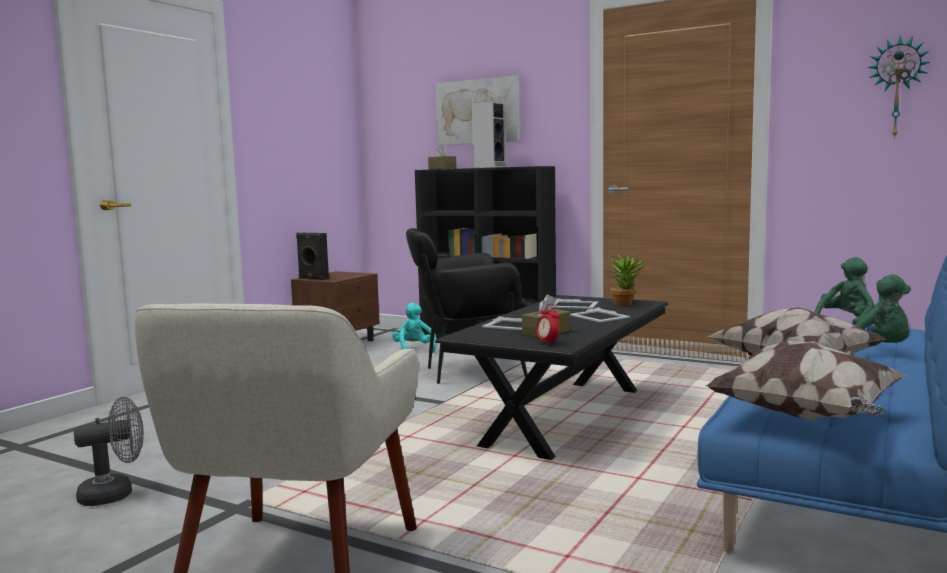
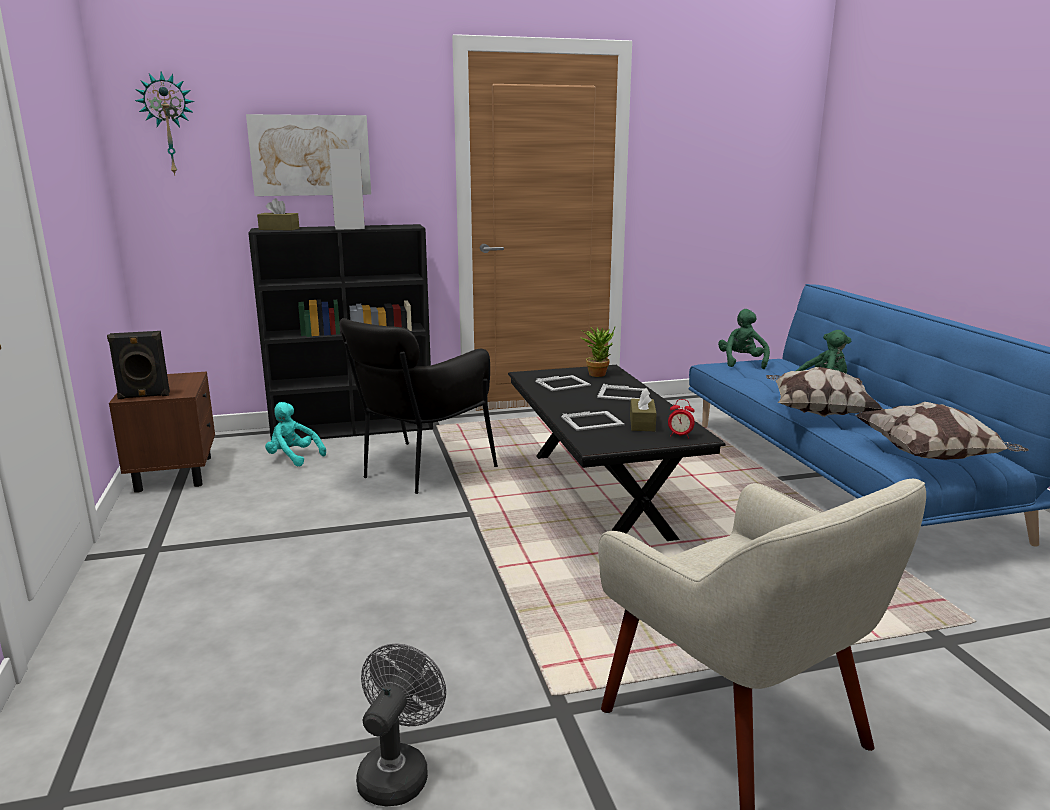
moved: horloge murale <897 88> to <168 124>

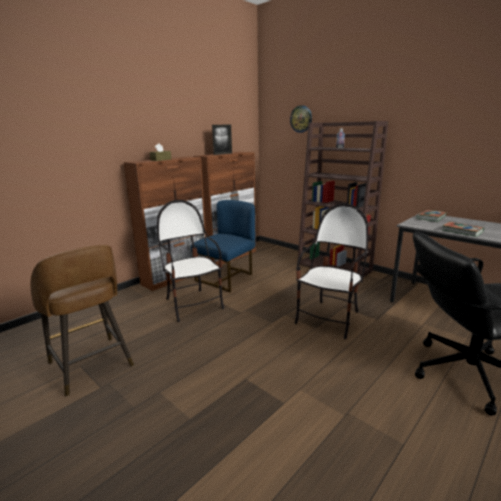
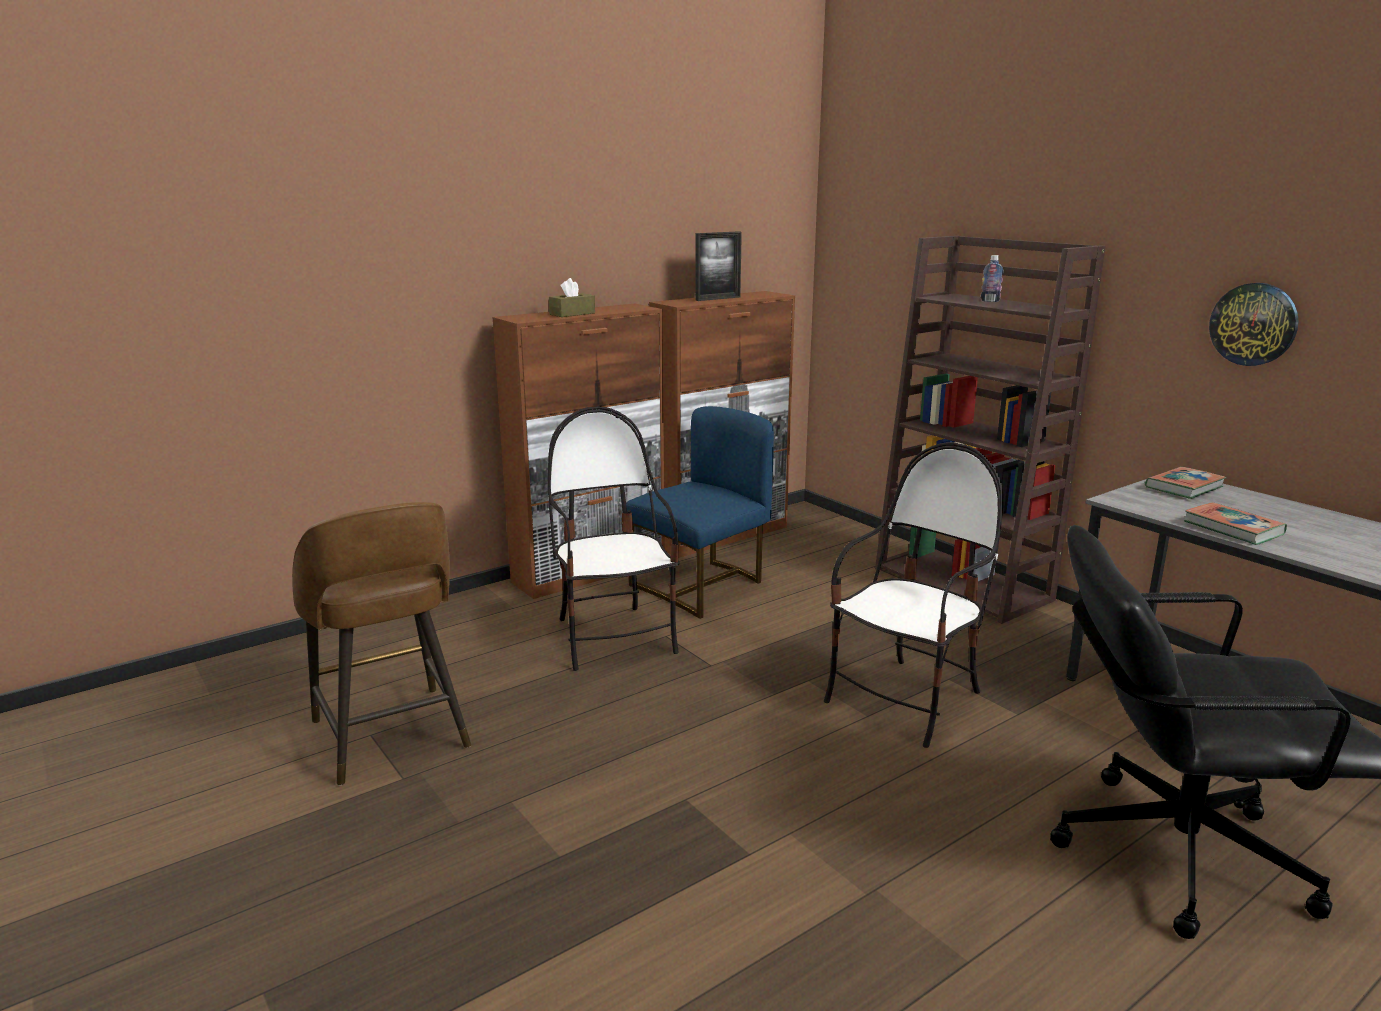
moved: horloge murale <301 119> to <1253 324>

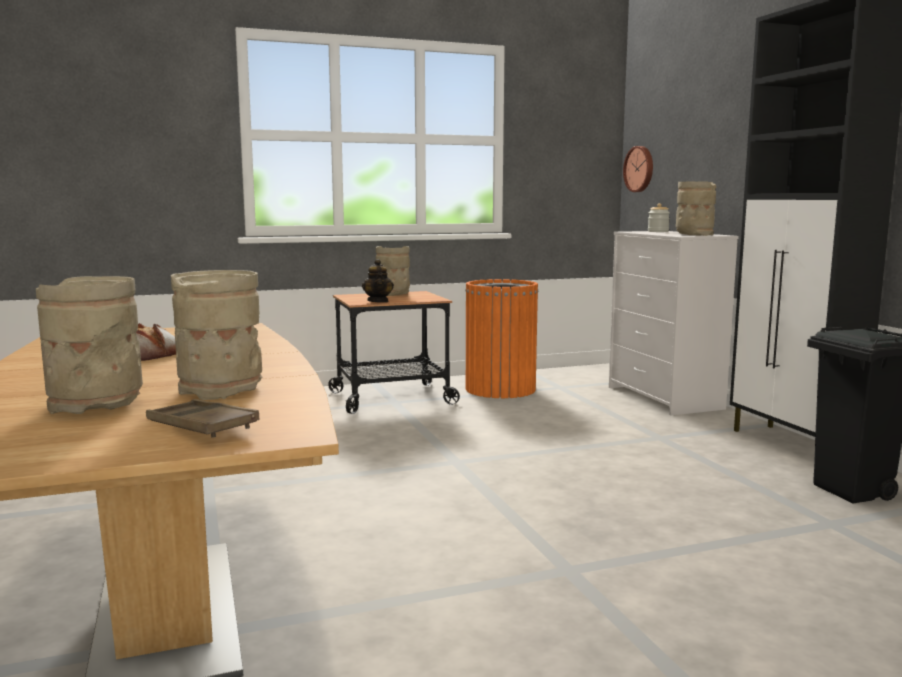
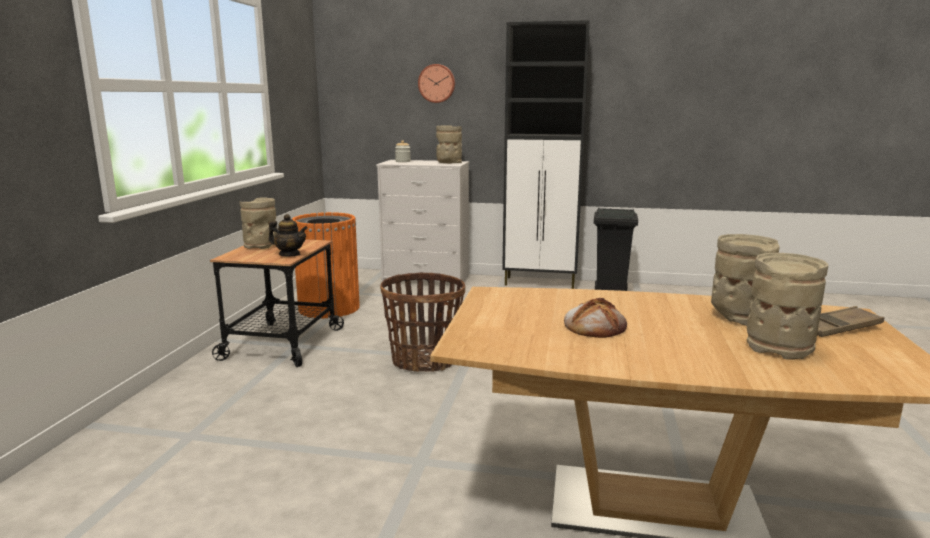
added: panier <424 361>
moved: horloge murale <640 169> to <437 83>

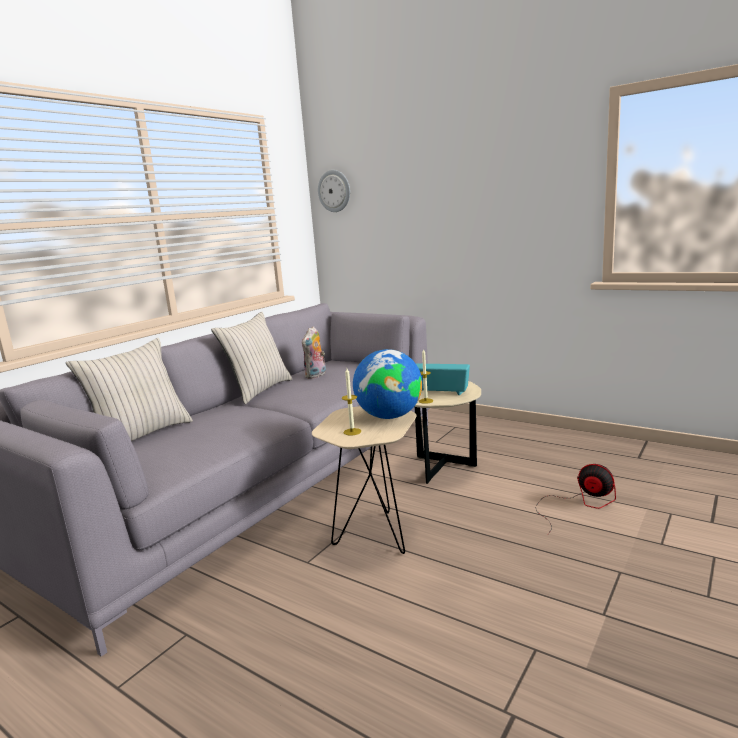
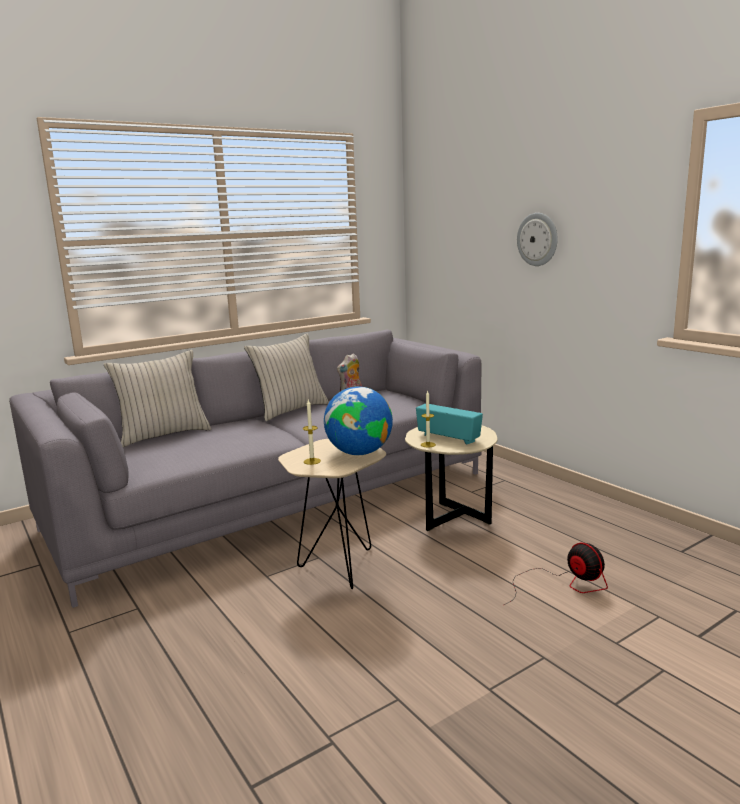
moved: horloge murale <334 191> to <538 239>

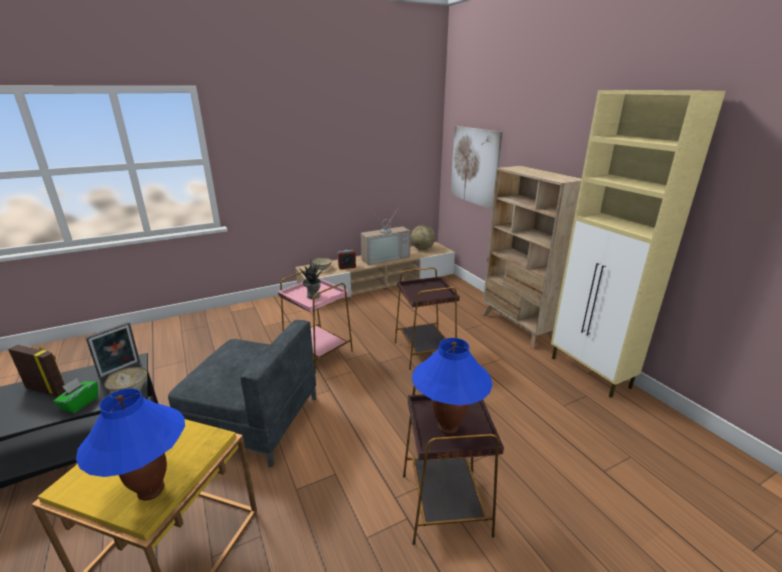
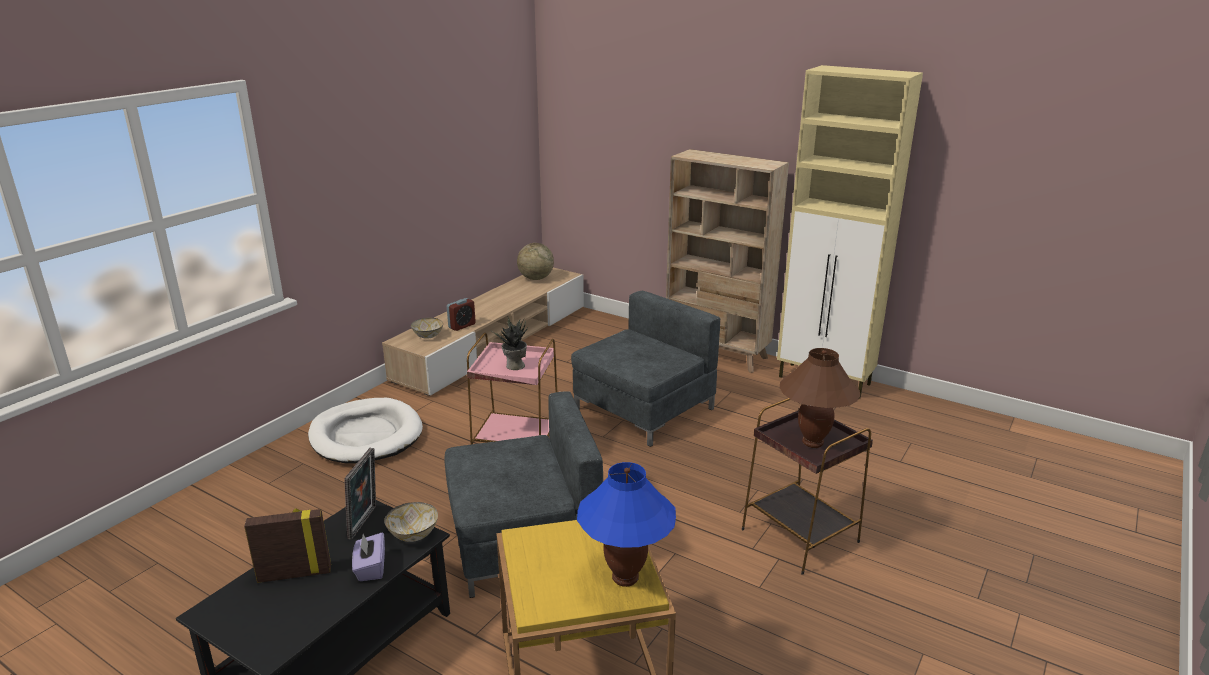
removed: téléviseur <384 257>; tableau <474 166>
added: panier pour chien (blanc) <366 435>
replaced: table d'appoint (marron) <424 352> to fauteuil (gris) <642 409>
recoloured: boîte à mouchoirs (vert) <80 403> to boîte à mouchoirs (violet) <370 568>; lampe de table (bleu) <448 428> to lampe de table (marron) <813 443>

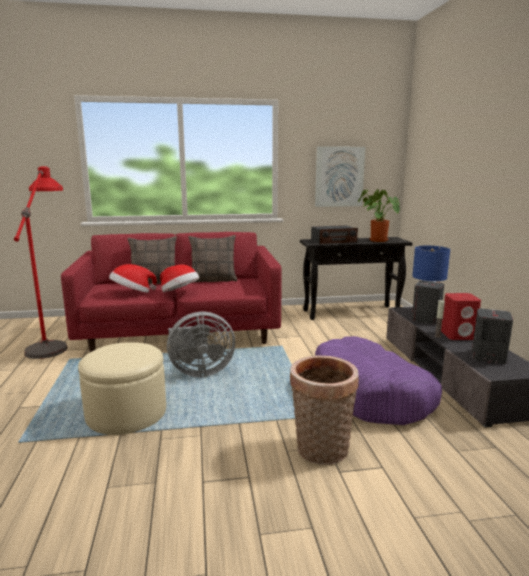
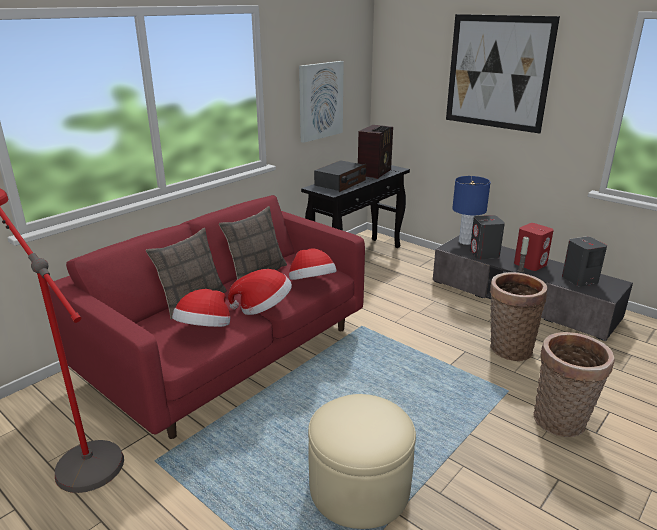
removed: ventilateur (gris) <199 372>
added: chapeau <312 284>; tableau <497 72>
replaced: panier pour chien (violet) <371 395> to panier <508 348>; plante en pot <376 240> to radio <375 173>

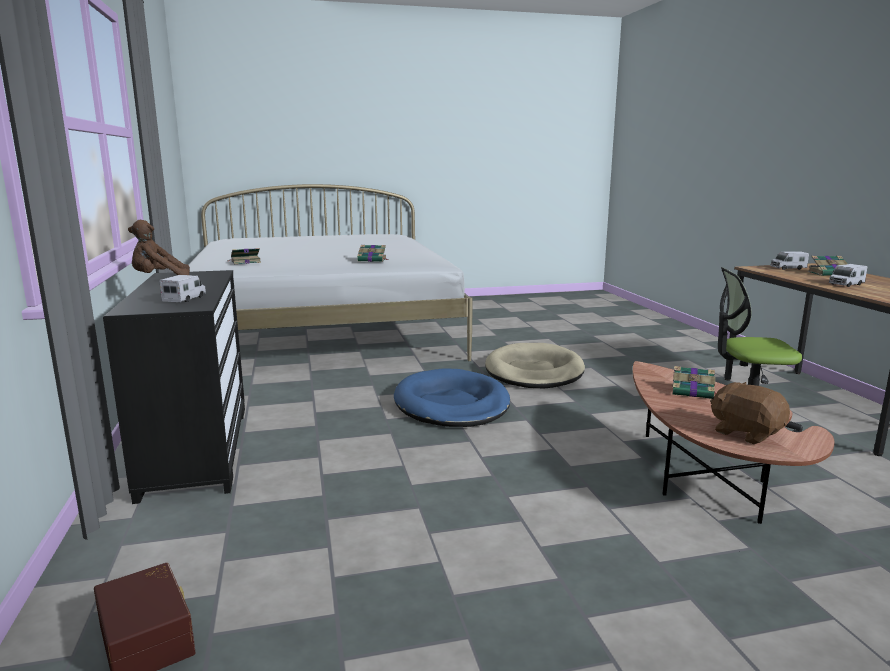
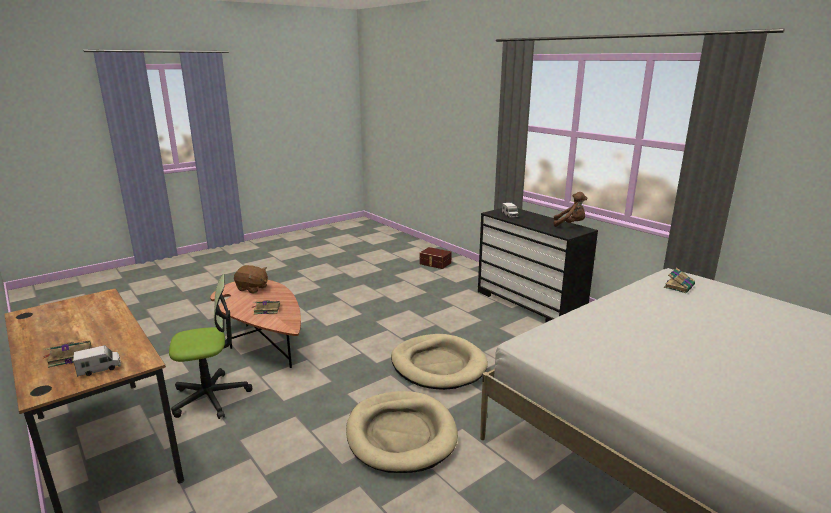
removed: livre <372 260>; camion jouet <846 284>
recoloured: panier pour chien (bleu) <451 404> to panier pour chien (beige) <438 365>
turned: peluche (marron) <159 279> = <570 224> 60 degrees clockwise

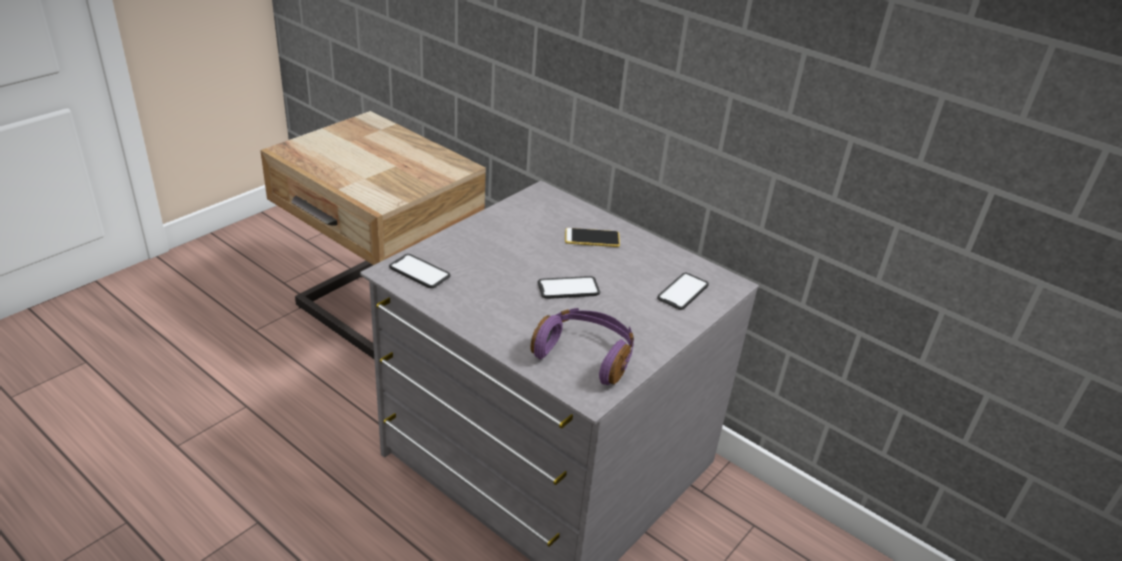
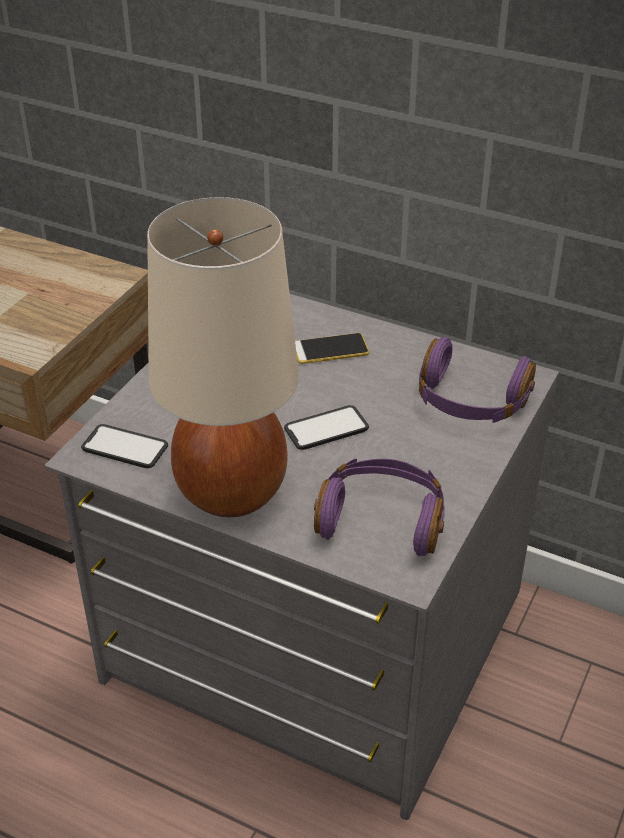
added: lampe de table (beige) <231 490>
replaced: téléphone <683 292> to casque audio (violet) <470 402>

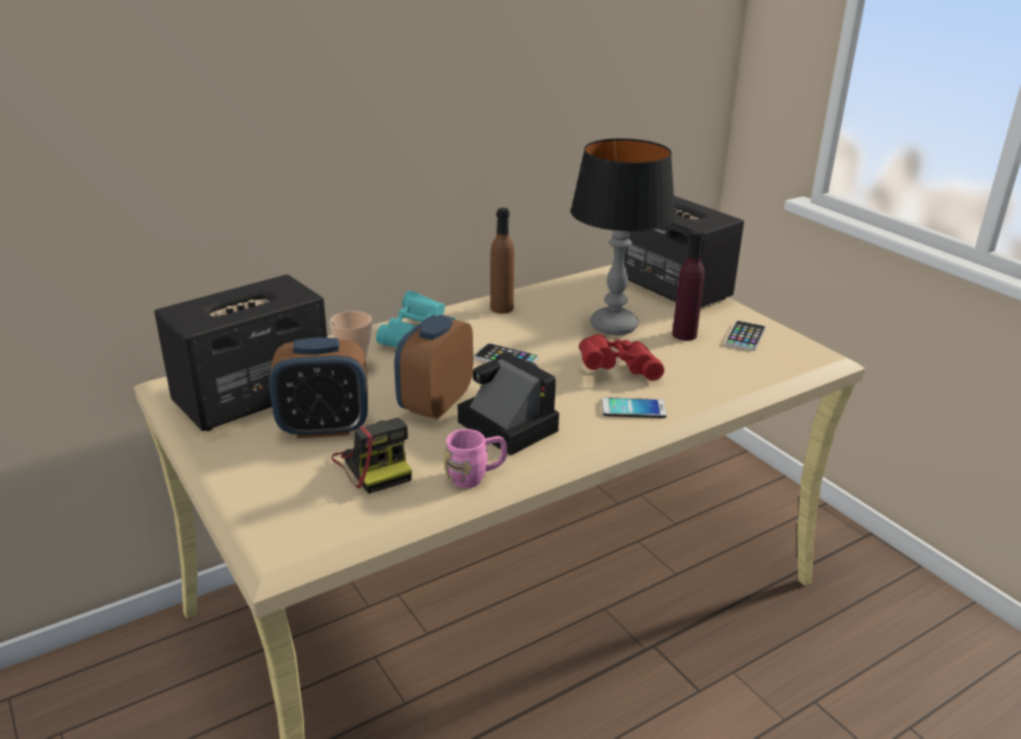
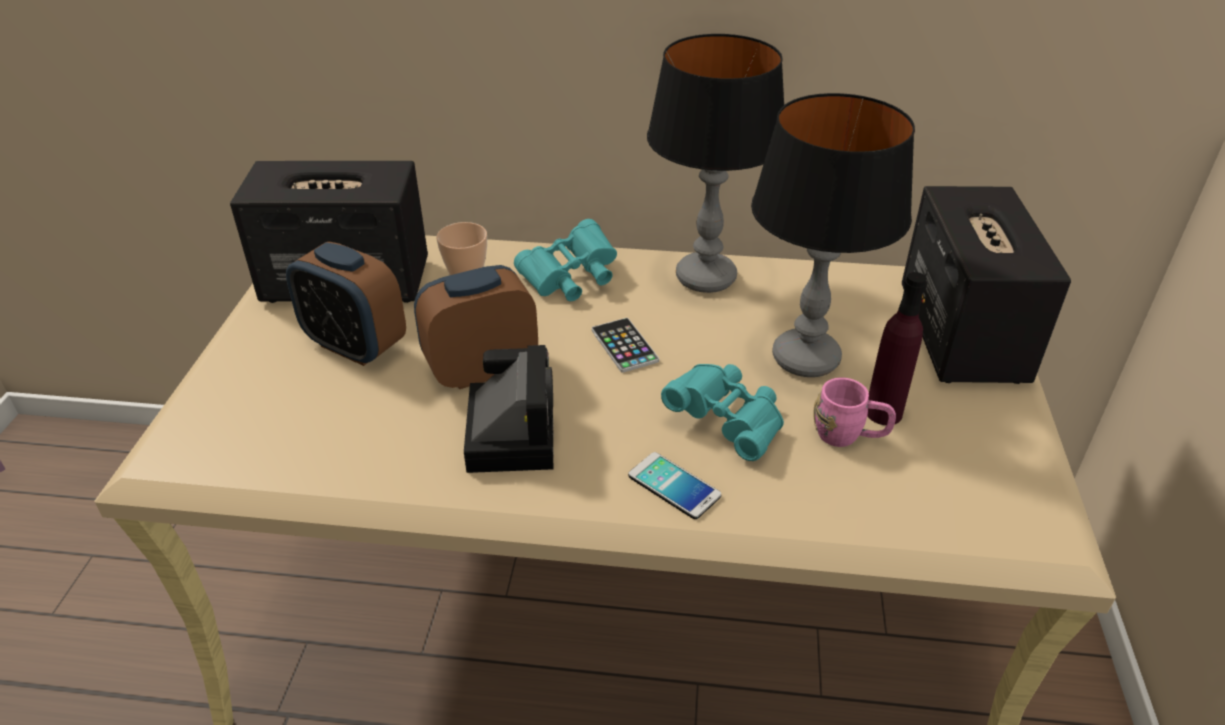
removed: appareil photo <374 465>; téléphone <745 336>
moved: mug (rose) <475 476> to <849 436>
replaced: bouteille (marron) <501 308> to lampe de table <705 277>
recoloured: jumelles (rouge) <617 370> to jumelles (turquoise) <727 422>

